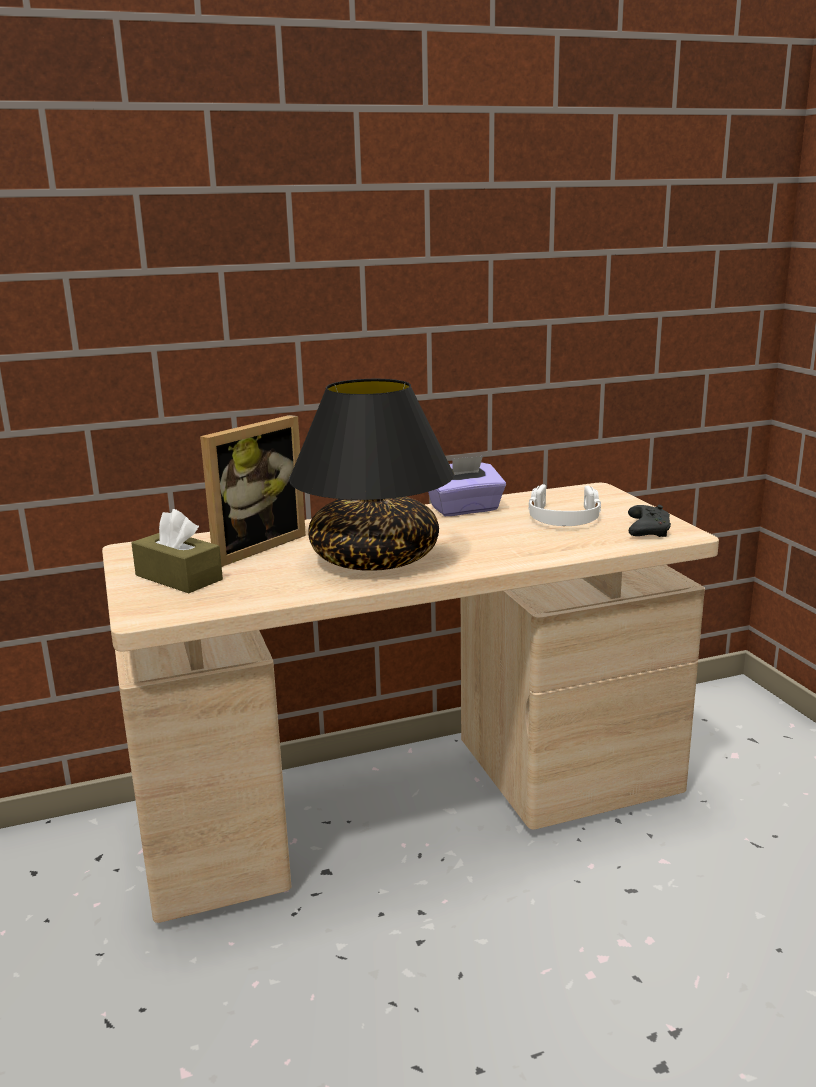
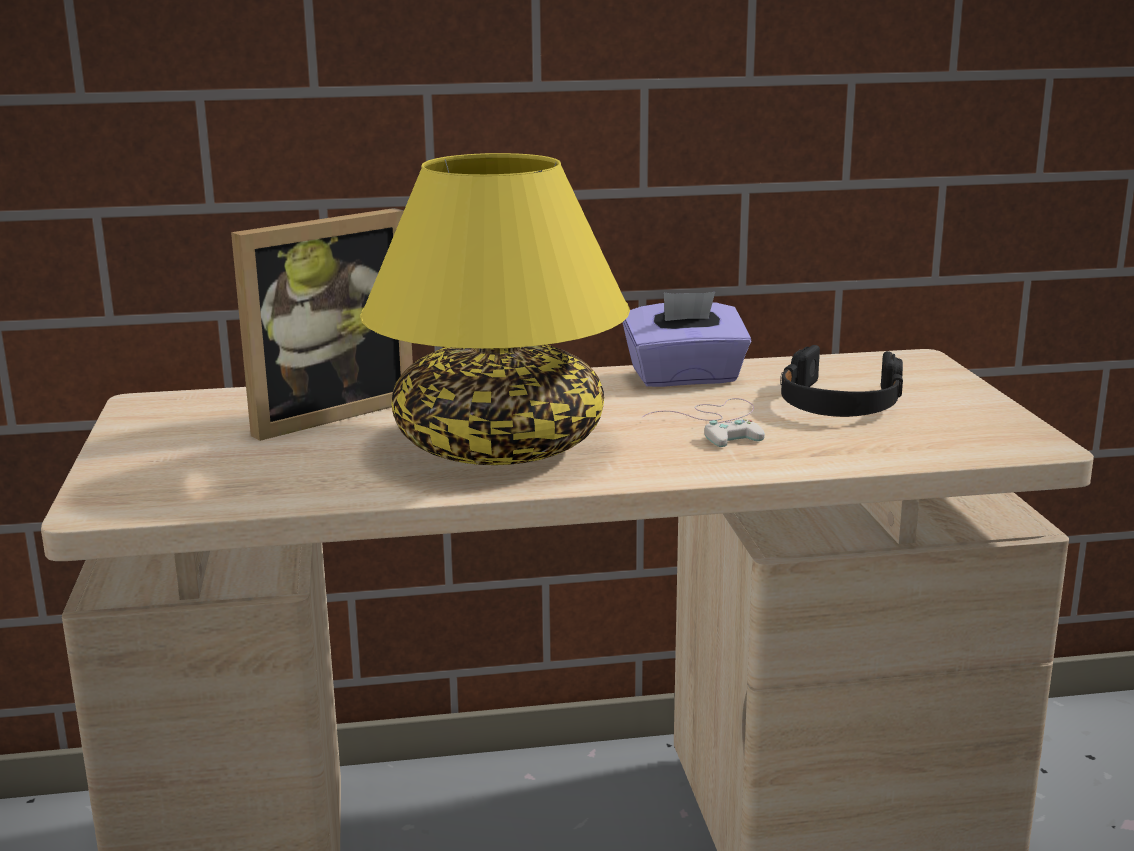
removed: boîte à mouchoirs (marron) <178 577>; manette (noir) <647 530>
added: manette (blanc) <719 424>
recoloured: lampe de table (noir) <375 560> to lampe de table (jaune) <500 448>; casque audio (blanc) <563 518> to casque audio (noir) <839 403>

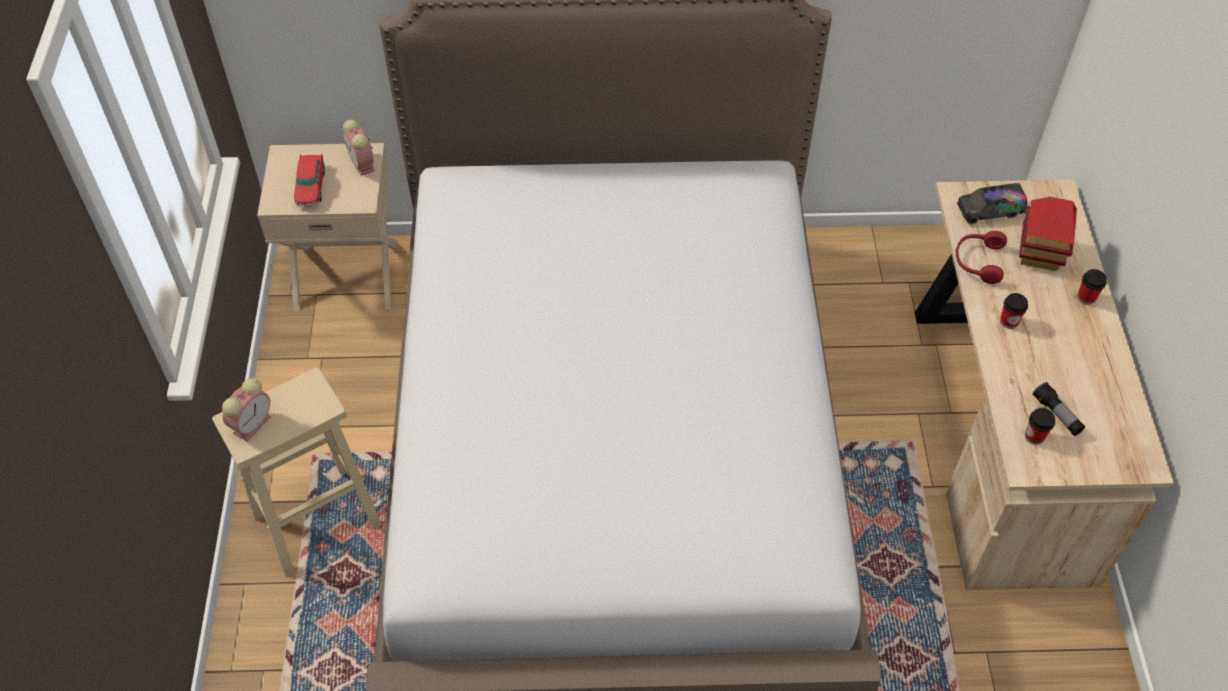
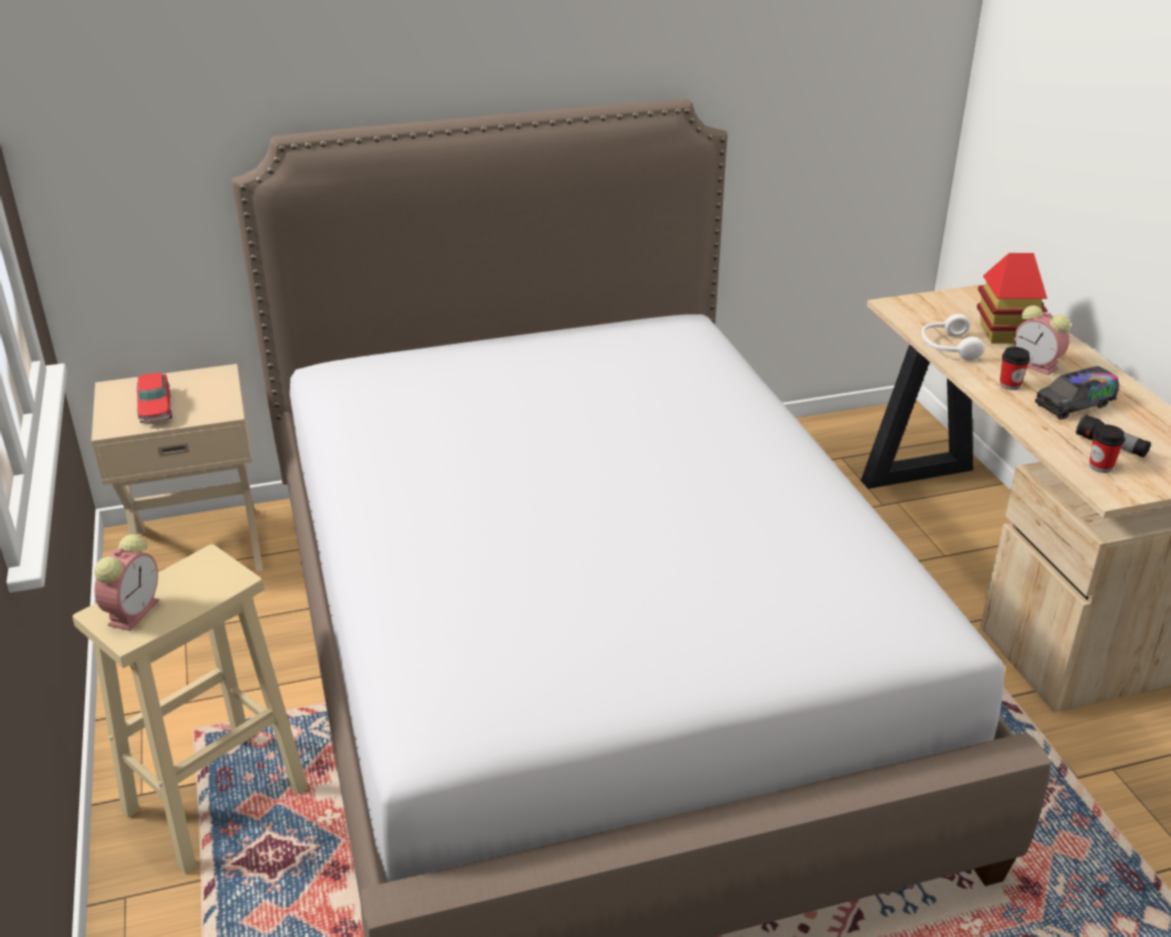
removed: tasse <1086 297>
moved: réveil <363 164> to <1037 366>; camion jouet <989 211> to <1074 405>
recoloured: casque audio (rouge) <977 261> to casque audio (blanc) <947 347>

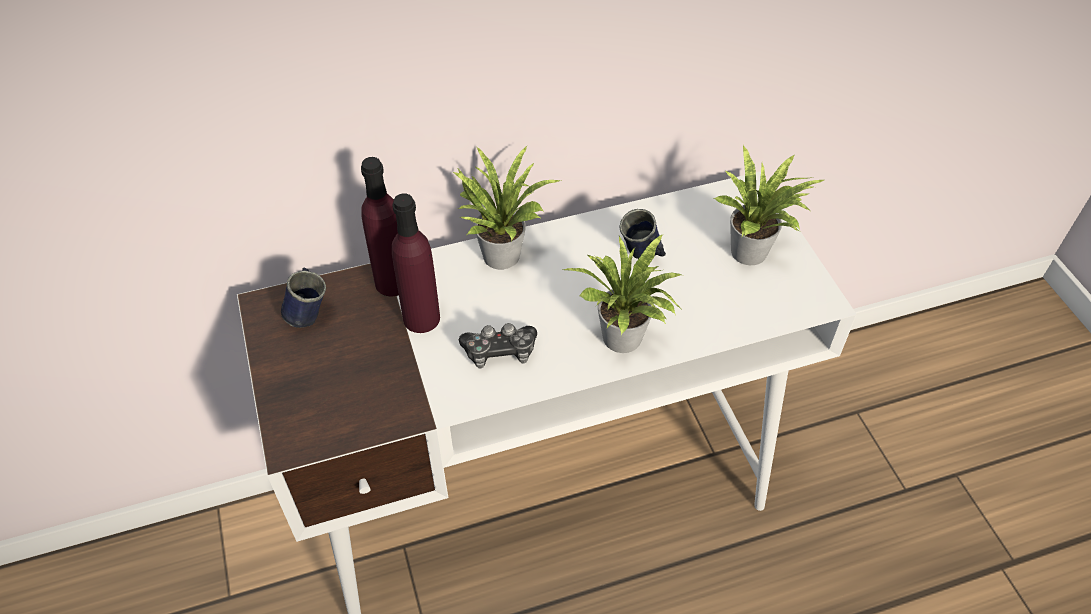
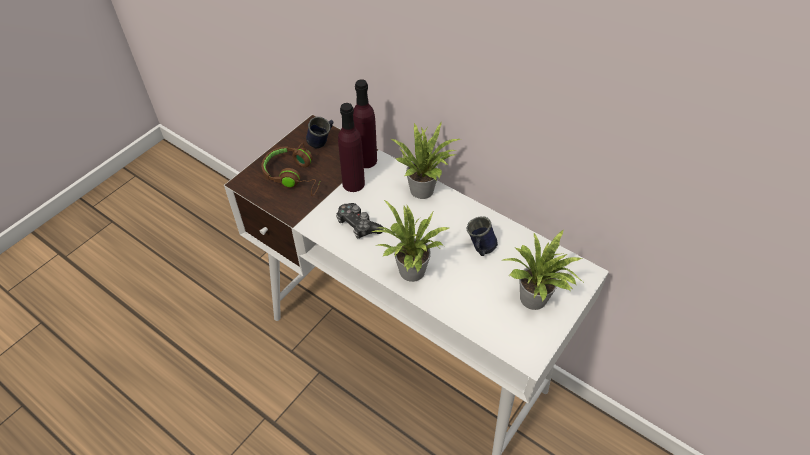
added: casque audio (marron) <294 176>

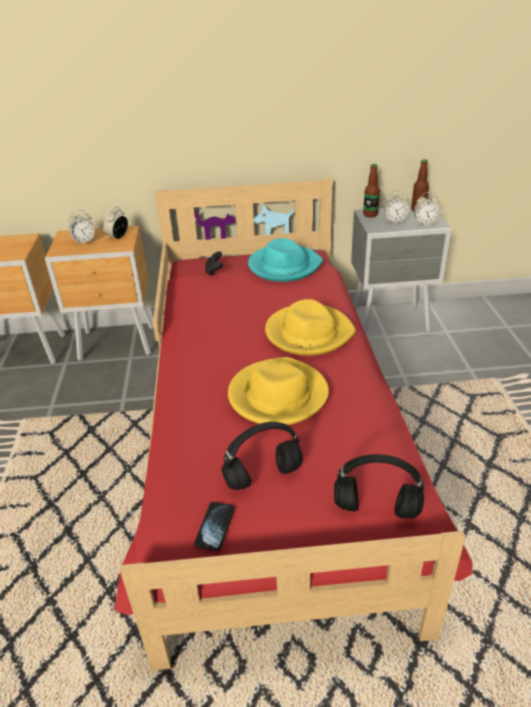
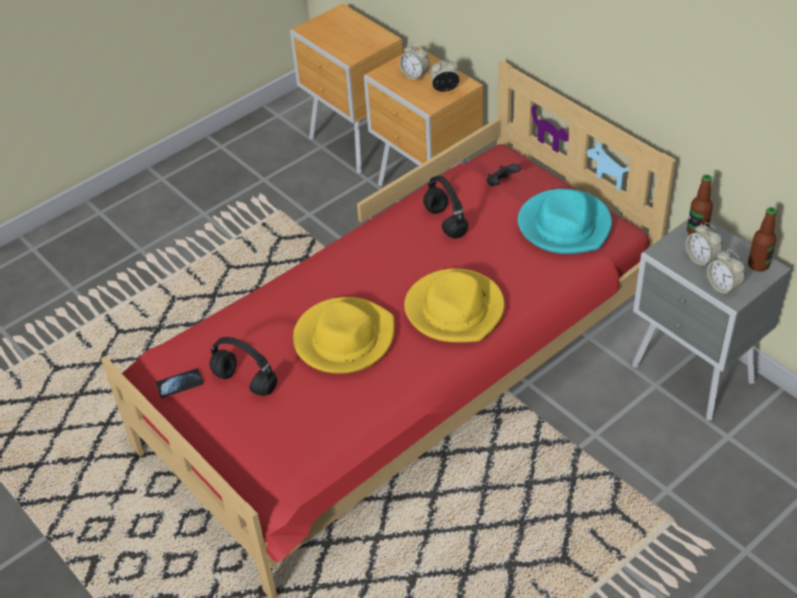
moved: casque audio (noir) <375 509> to <444 222>

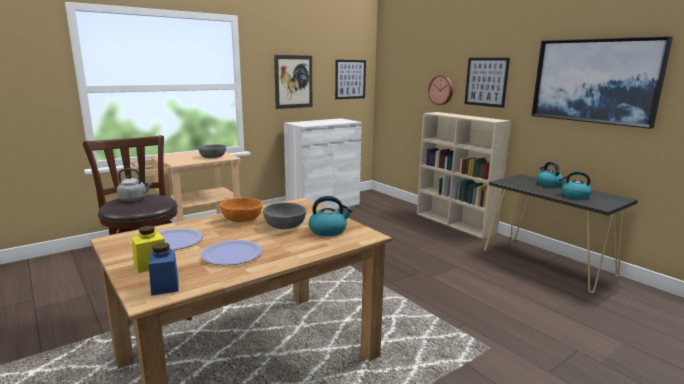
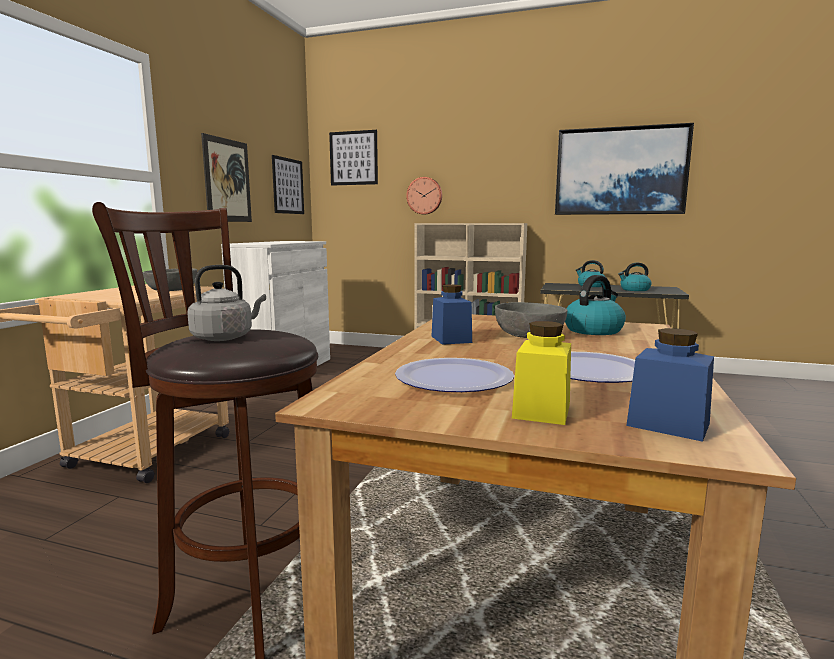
moved: tableau <486 82> to <353 158>
replaced: bol (orange) <242 218> to bocal (bleu) <451 339>

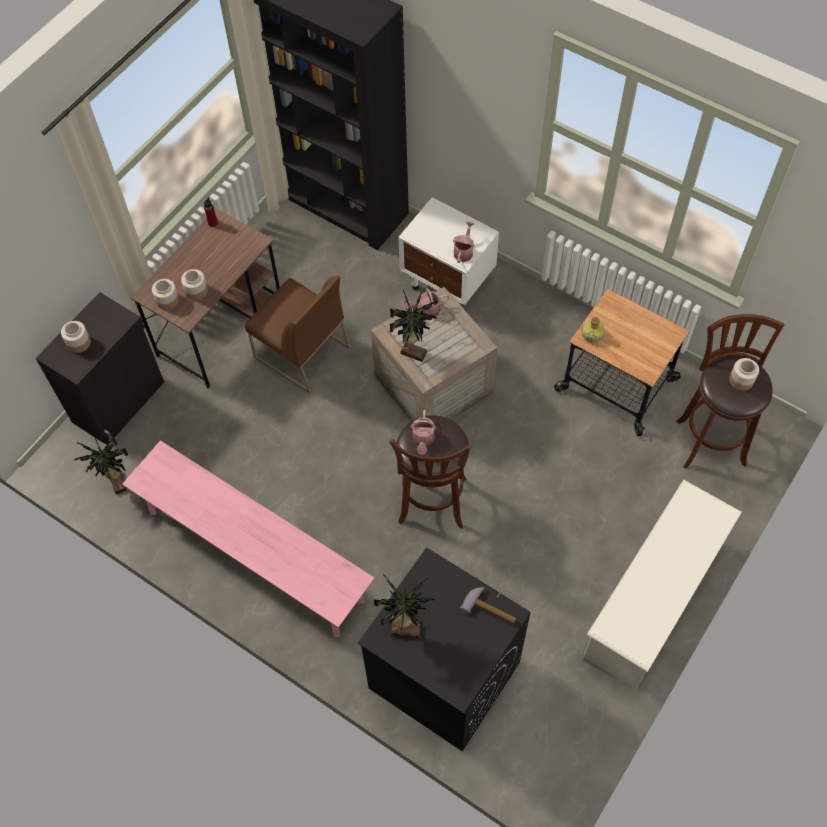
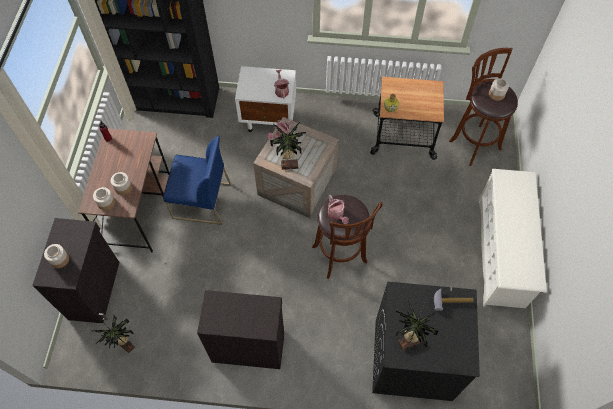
replaced: banc (rose) <254 555> to meuble de rangement (noir) <248 346>
recoloured: chaise (marron) <301 352> to chaise (bleu) <201 201>

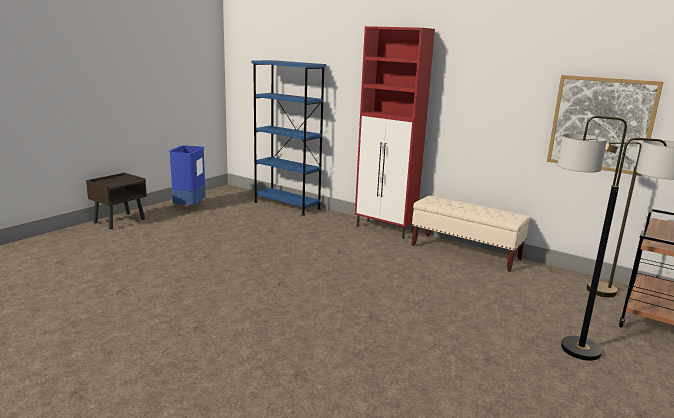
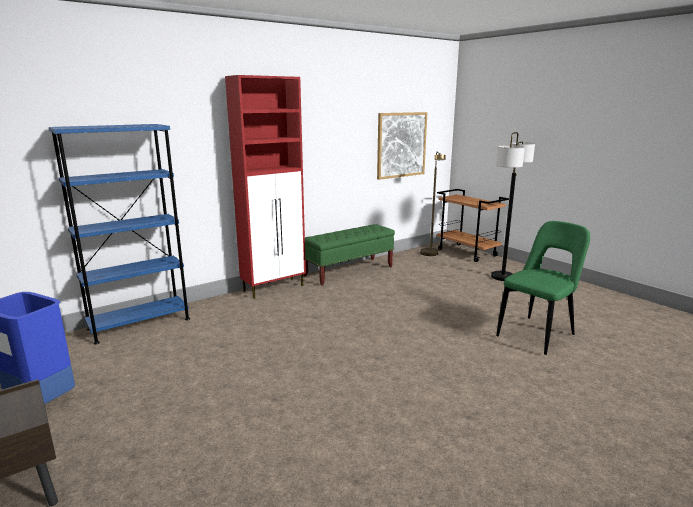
added: chaise (vert) <538 334>
recoloured: banc (beige) <465 252> to banc (vert) <349 271>

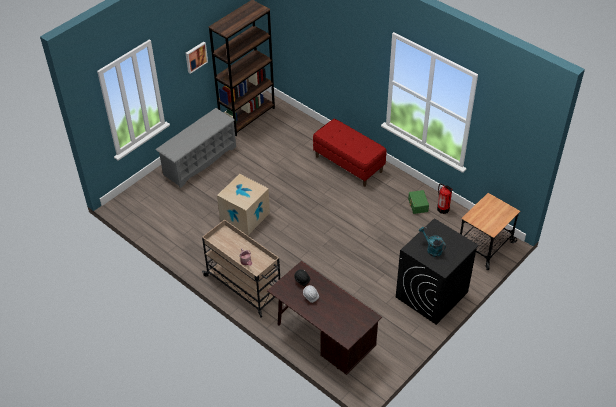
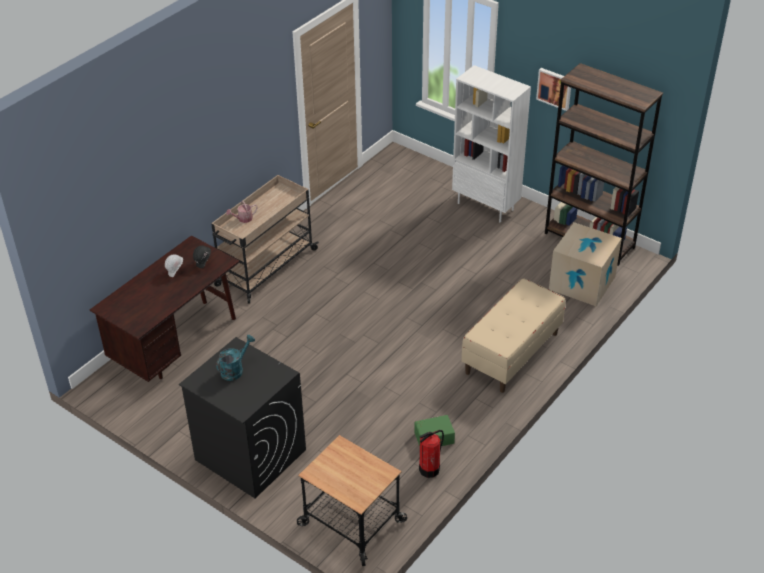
moved: carton <245 216> to <582 283>
replaced: étagère à chaussures (gris) <199 161> to bibliothèque (blanc) <486 206>
recoloured: banc (rouge) <349 164> to banc (beige) <512 353>

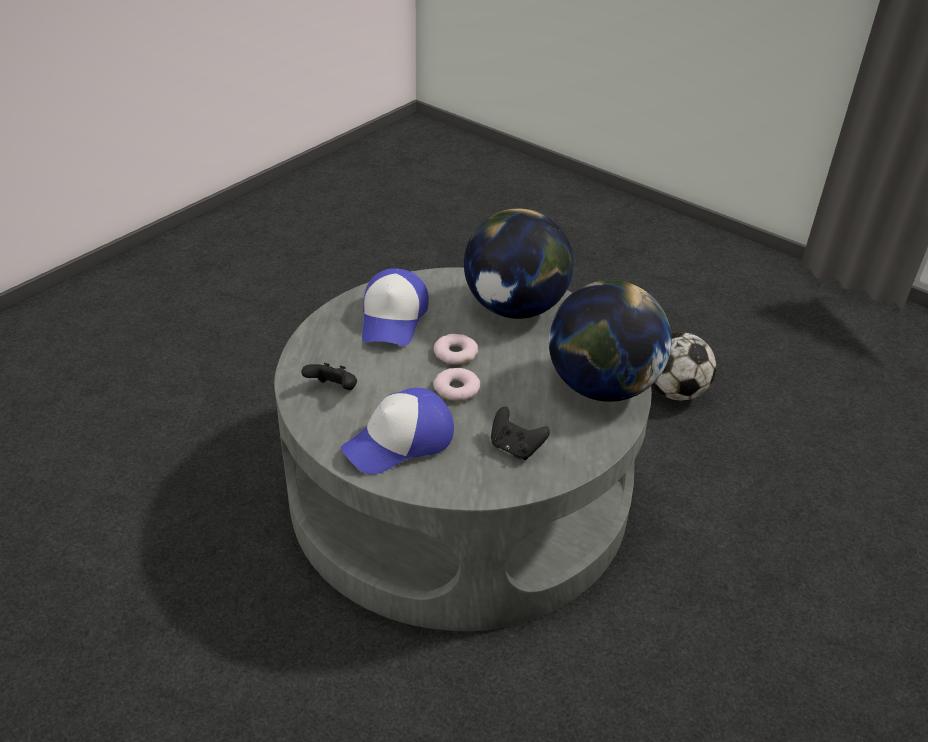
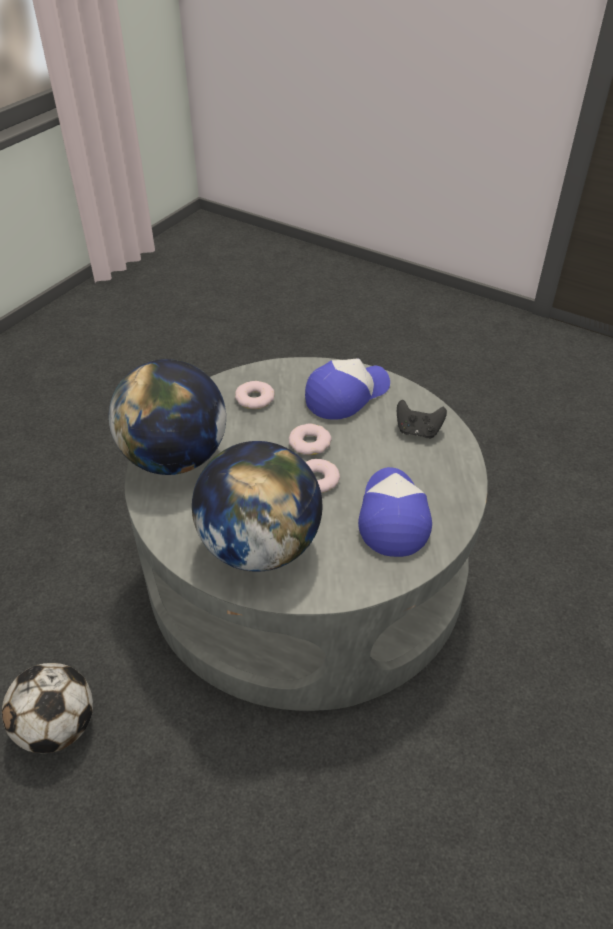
replaced: manette (noir) <515 448> to beignet <254 399>

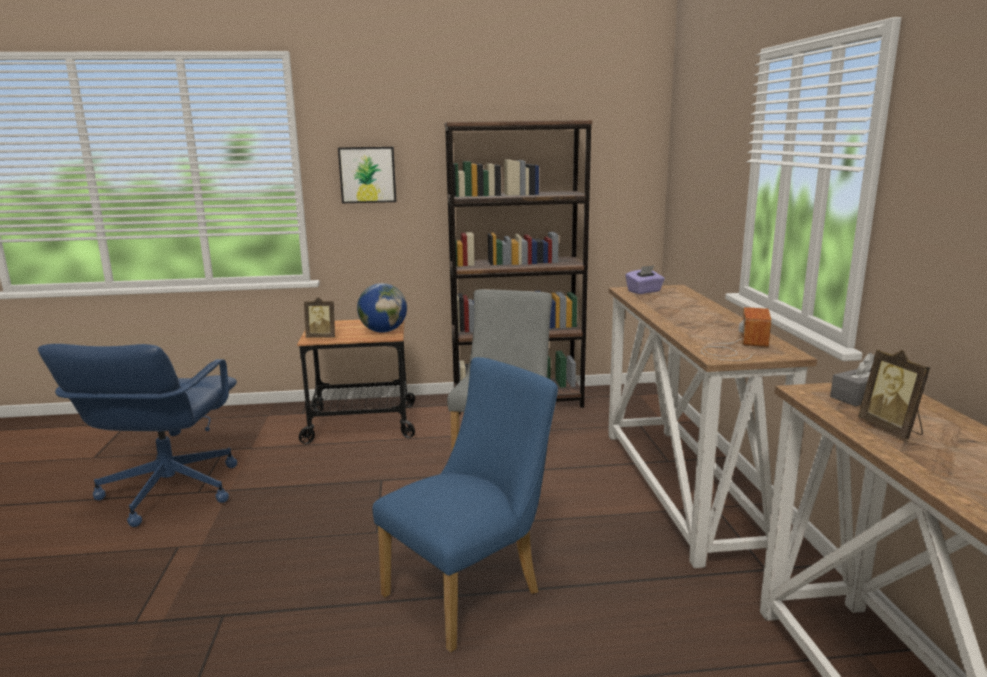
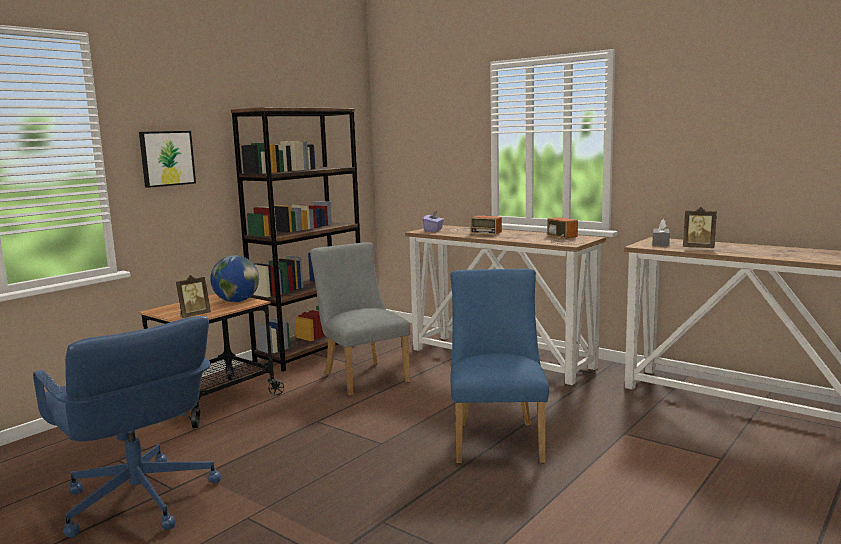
added: radio <477 231>

